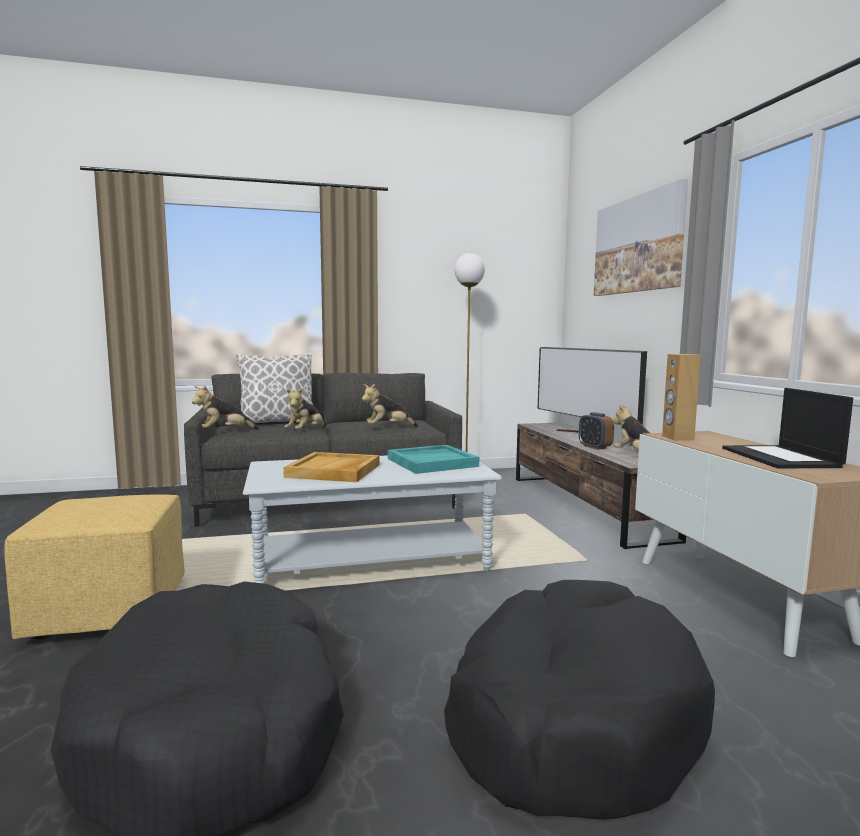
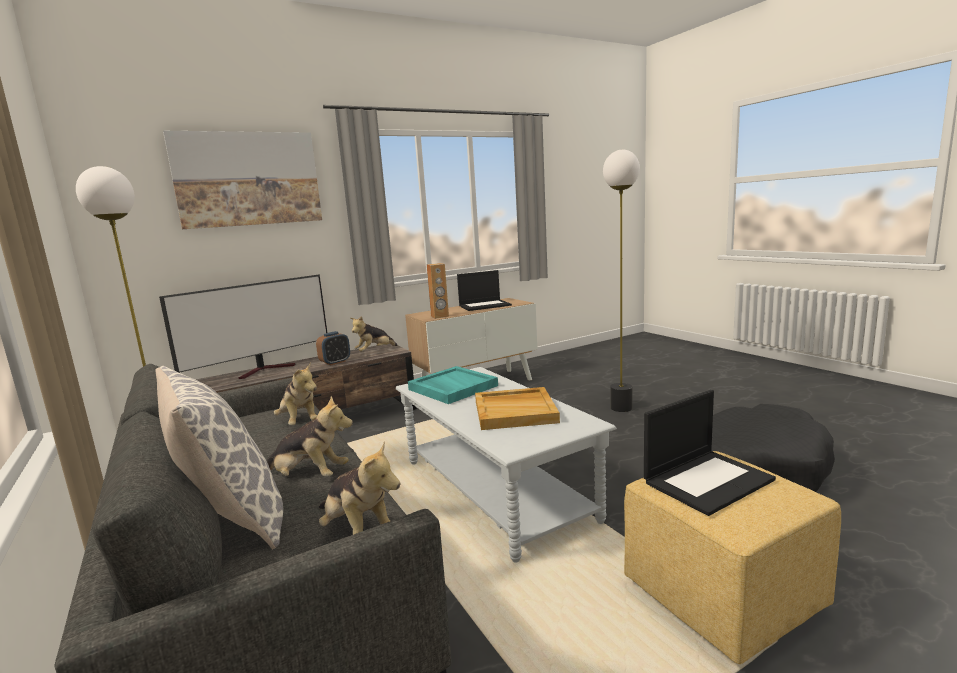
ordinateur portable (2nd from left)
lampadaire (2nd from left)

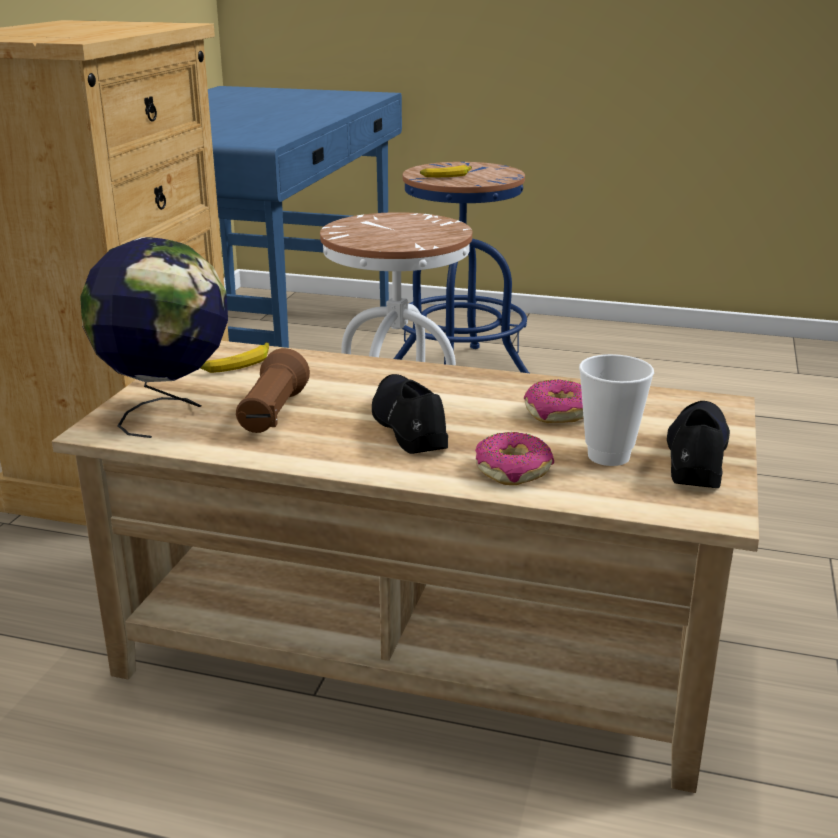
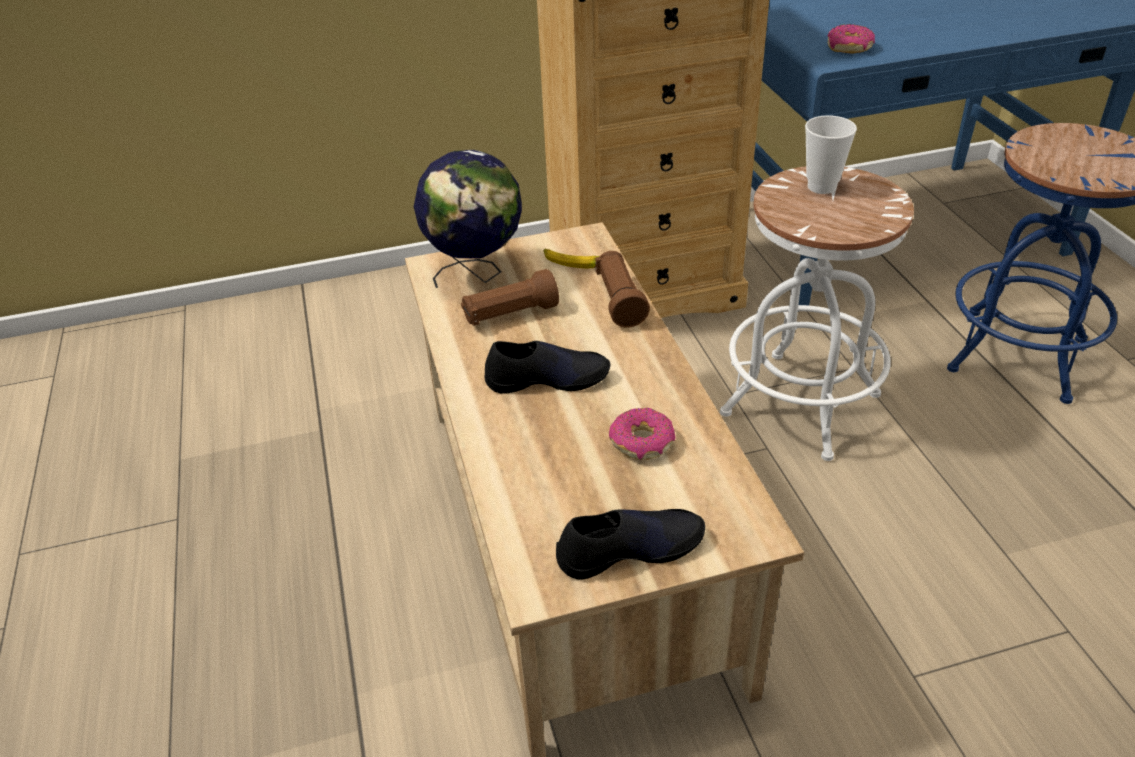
banane (2nd from left in the first image)
lampe de poche [marron] (2nd from left)
beignet (2nd from left)
tasse
chaussure [noir] (1st from left)

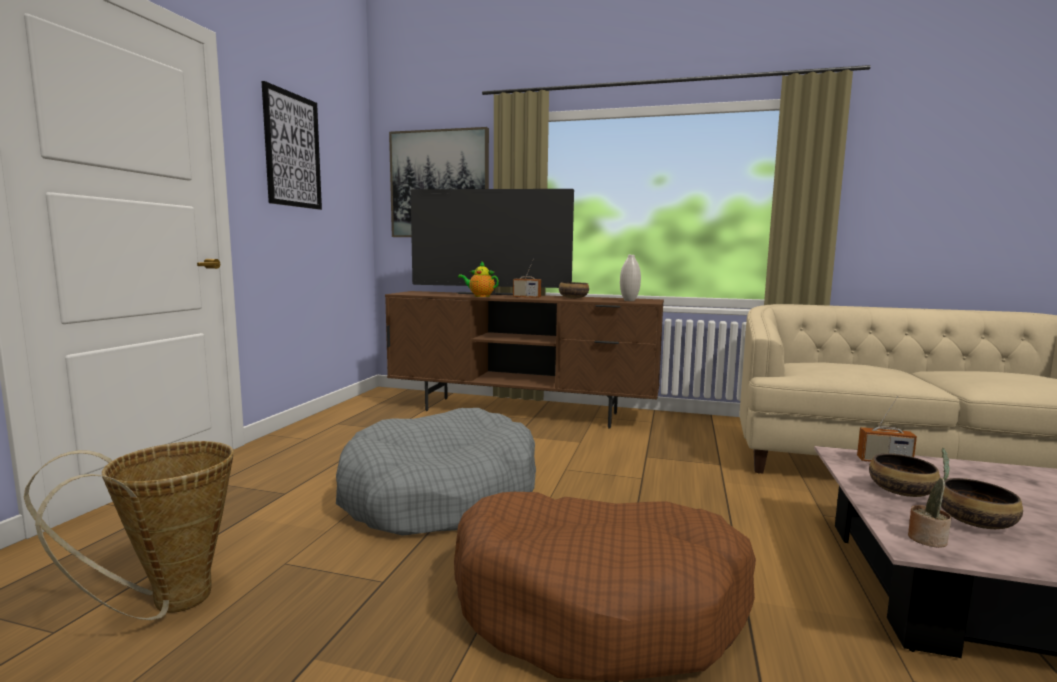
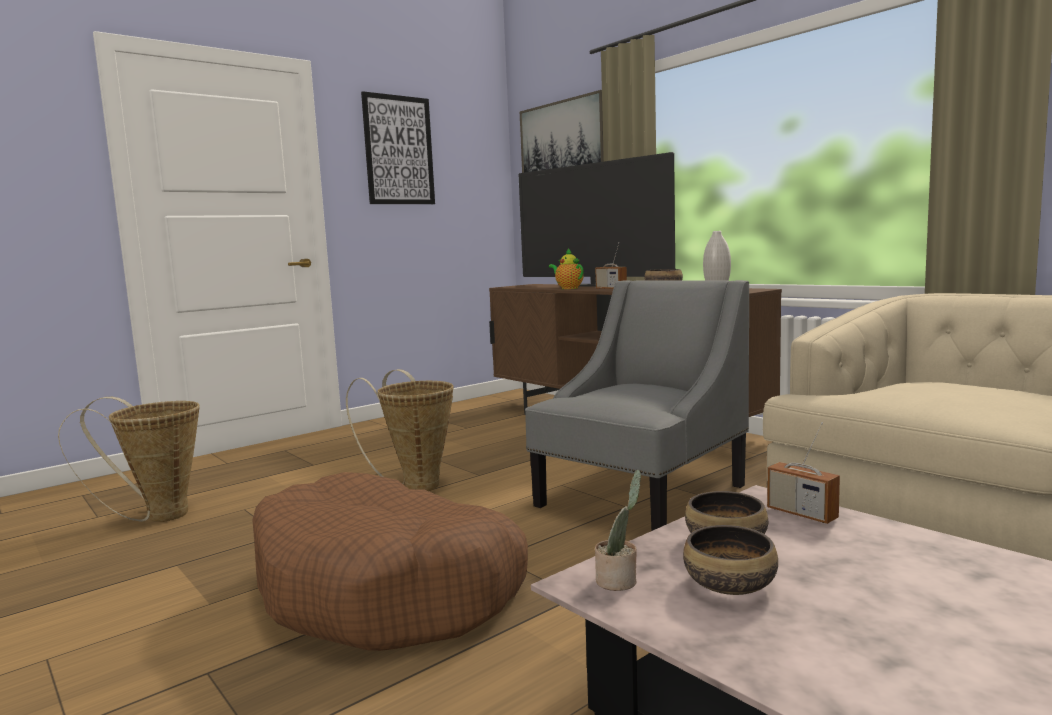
fauteuil [gris]
panier (2nd from left)

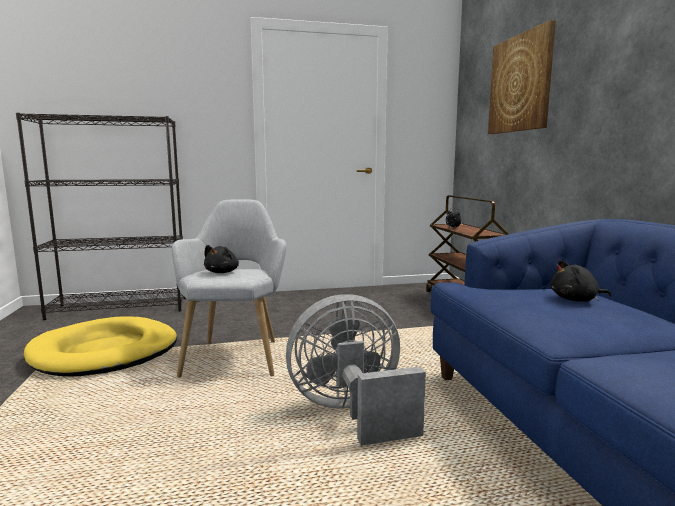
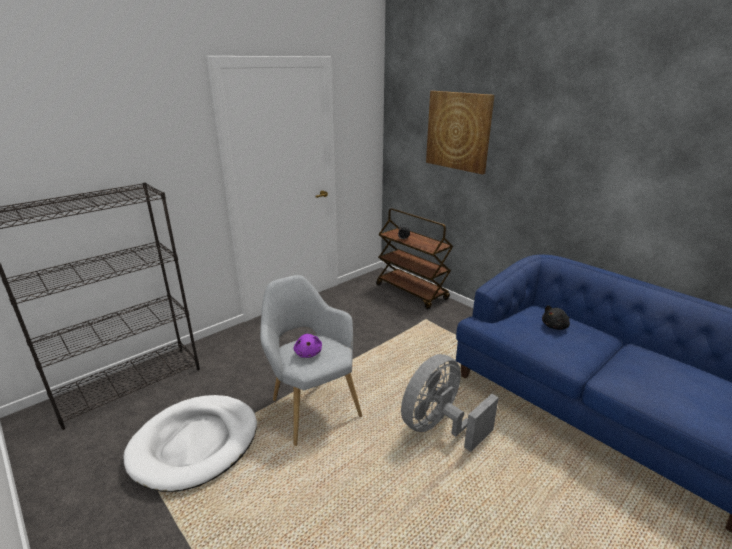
panier pour chien [blanc]
peluche [violet]

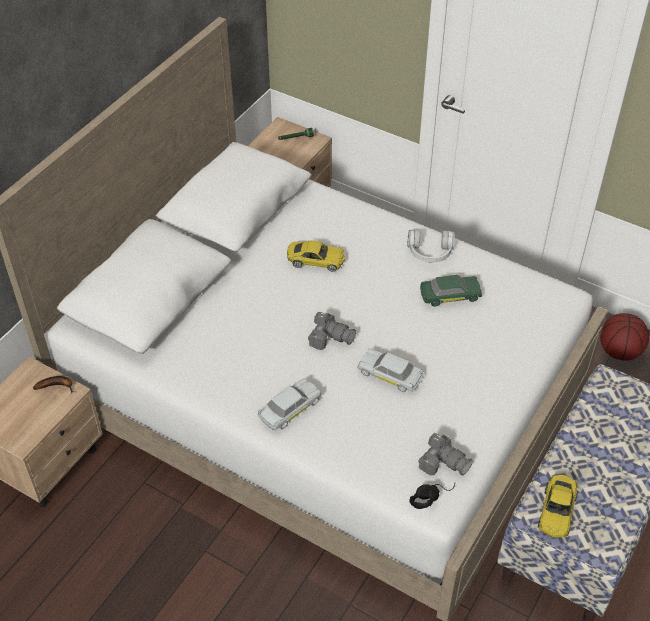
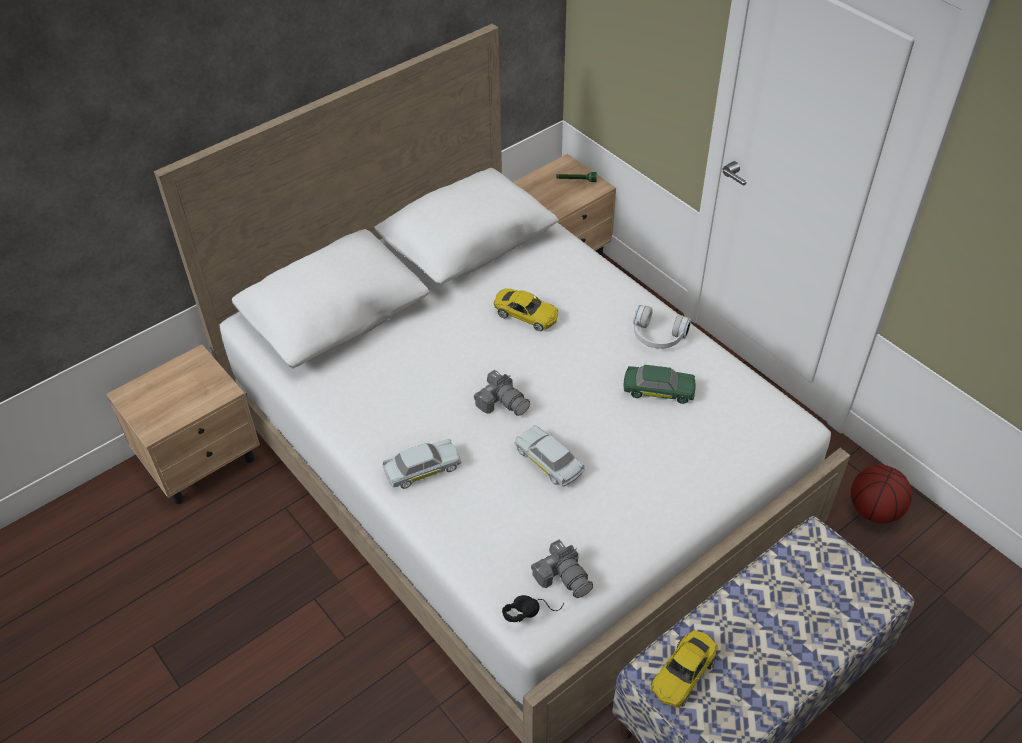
banane

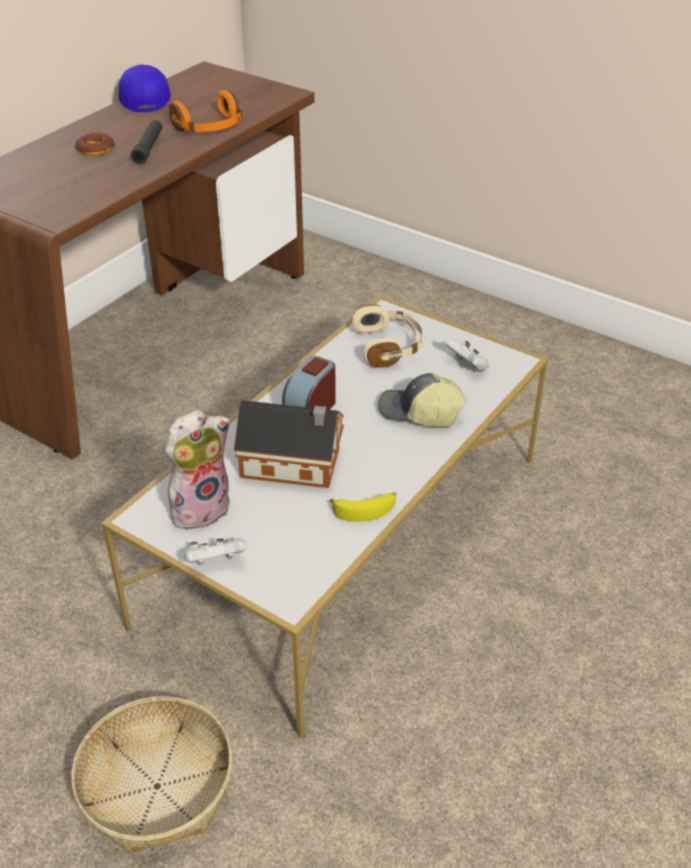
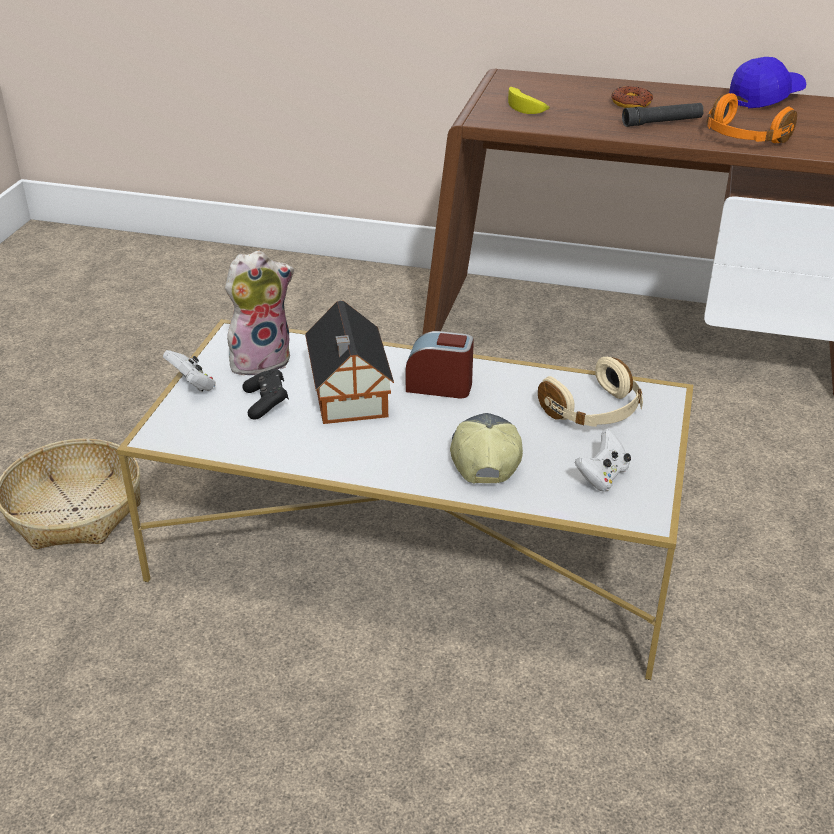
manette [noir]
banane
peluche

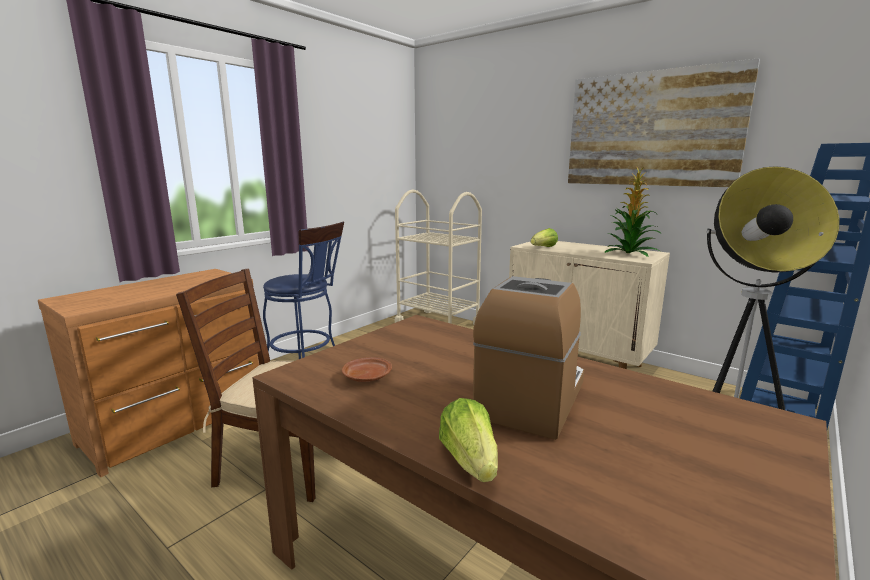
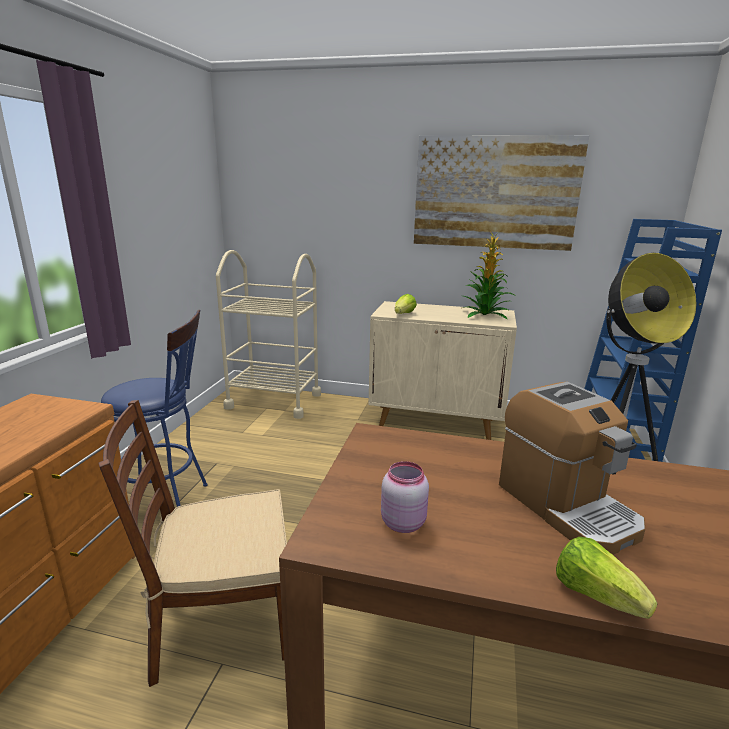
bocal [rose]
machine à café

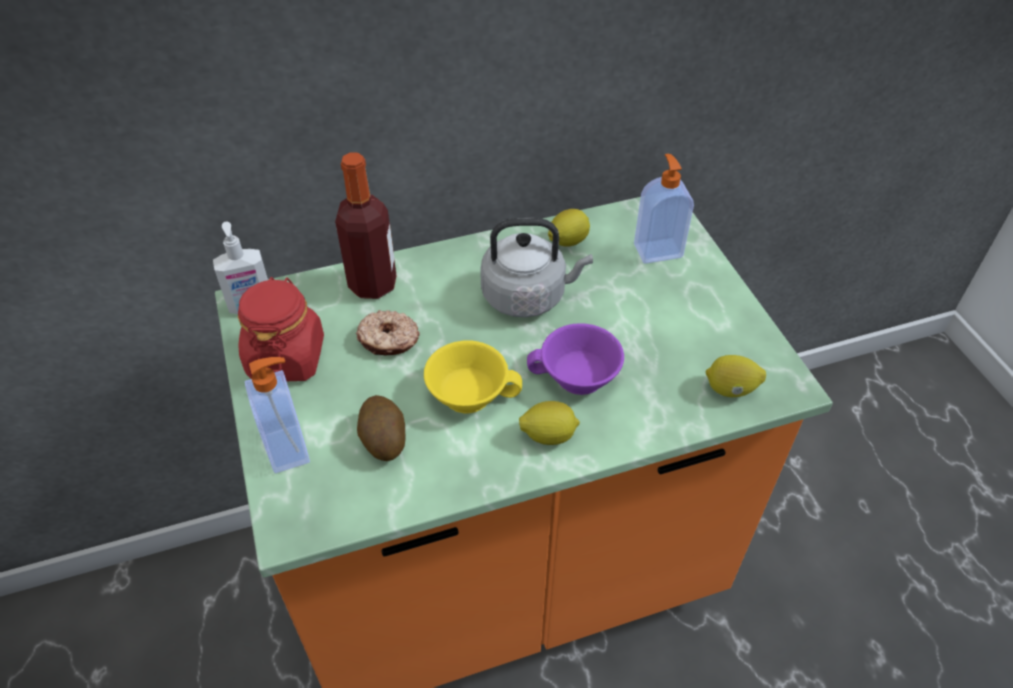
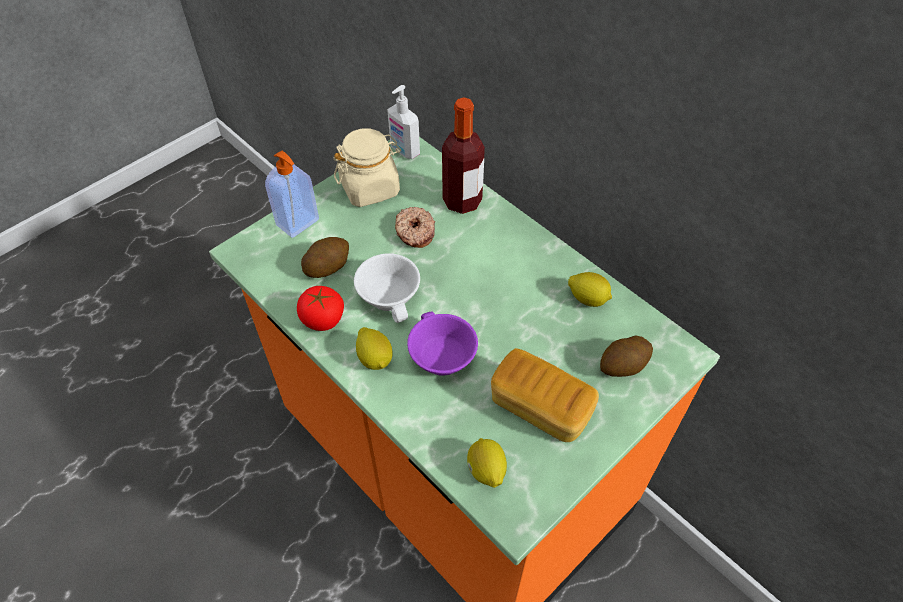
bouilloire [gris]
tomate
pain
pomme de terre (2nd from left)
bocal [beige]
tasse [blanc]

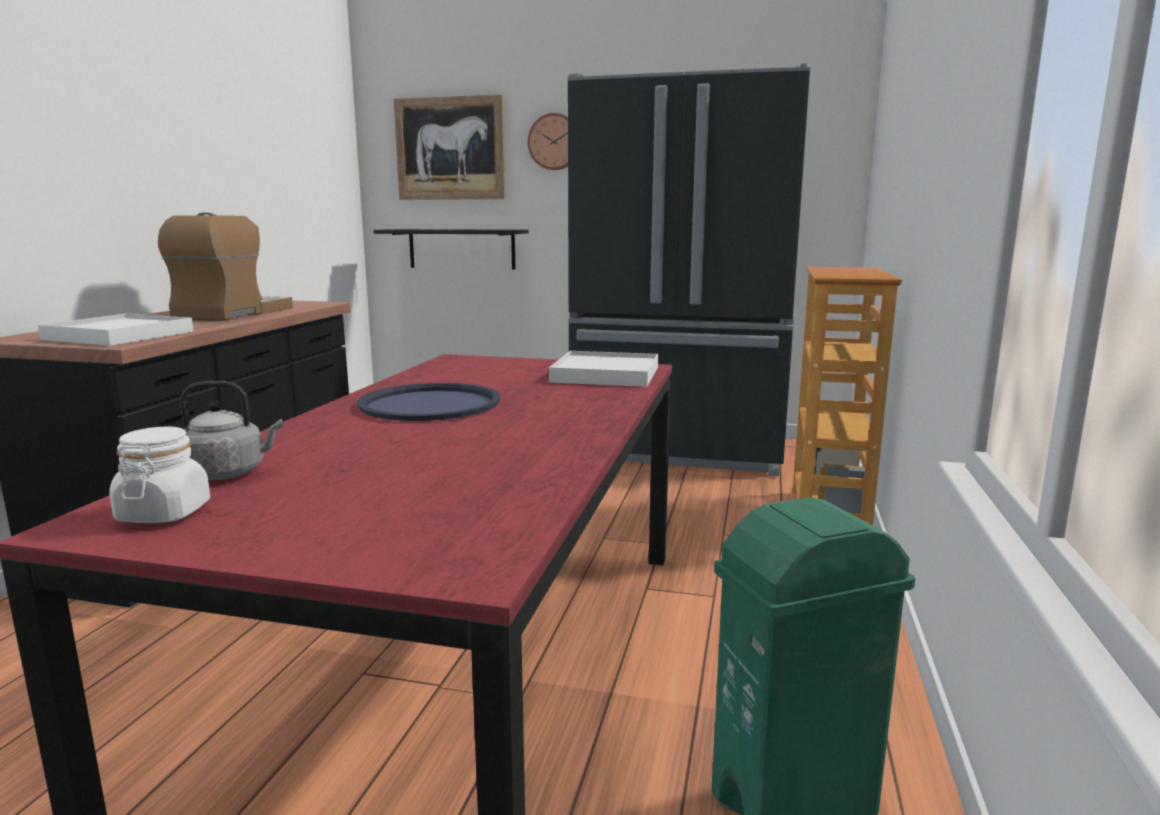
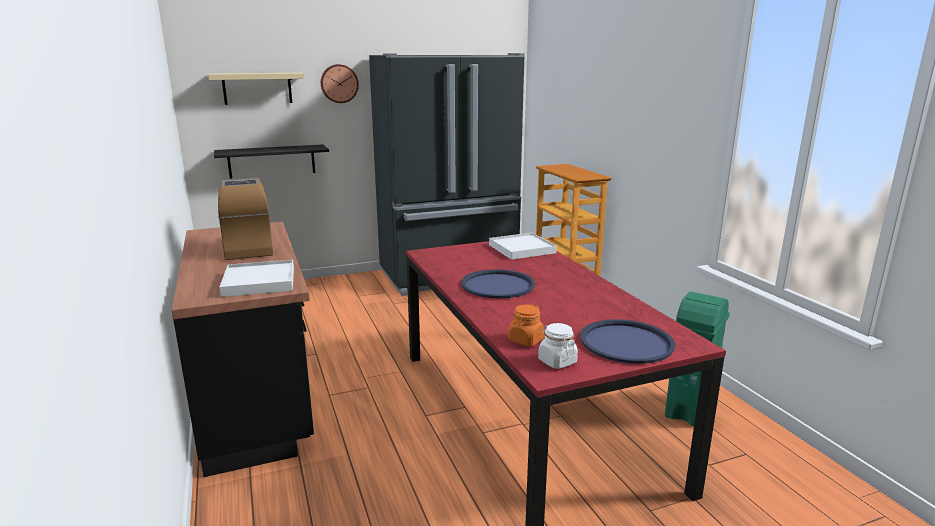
plateau [bleu] (2nd from left)
bocal [orange]
étagère [beige]

